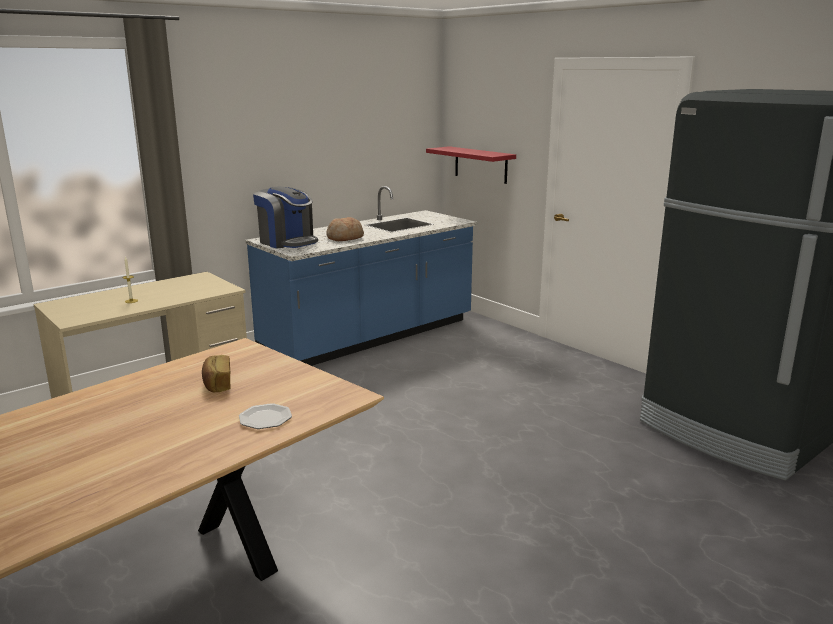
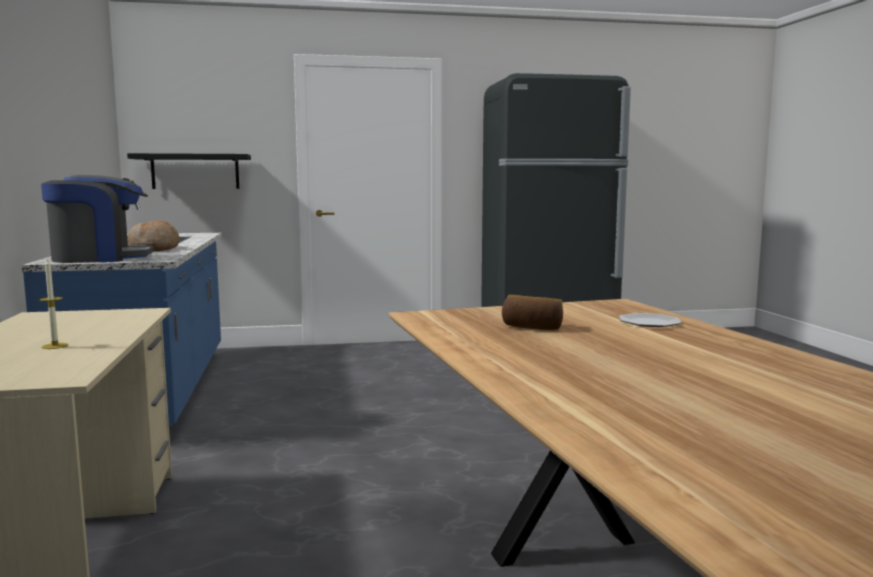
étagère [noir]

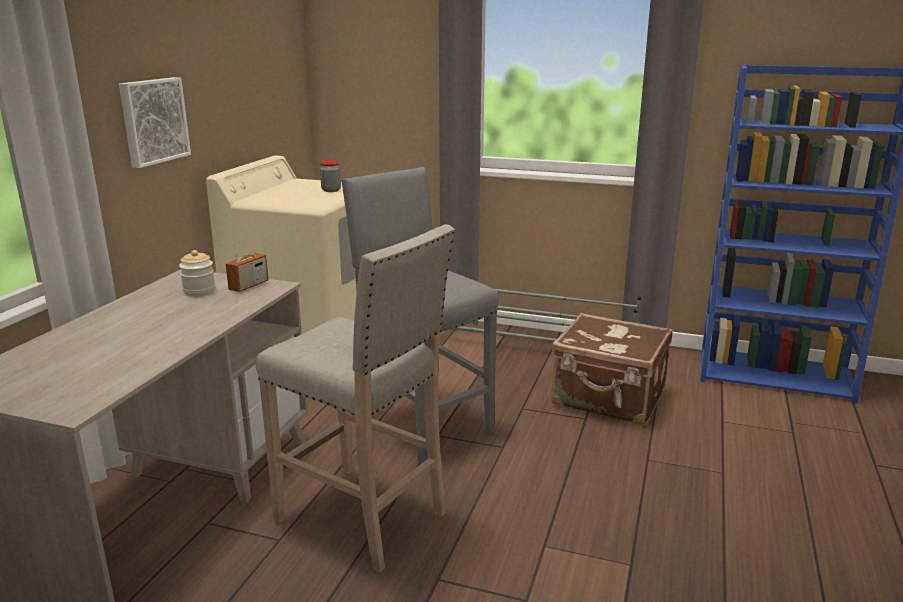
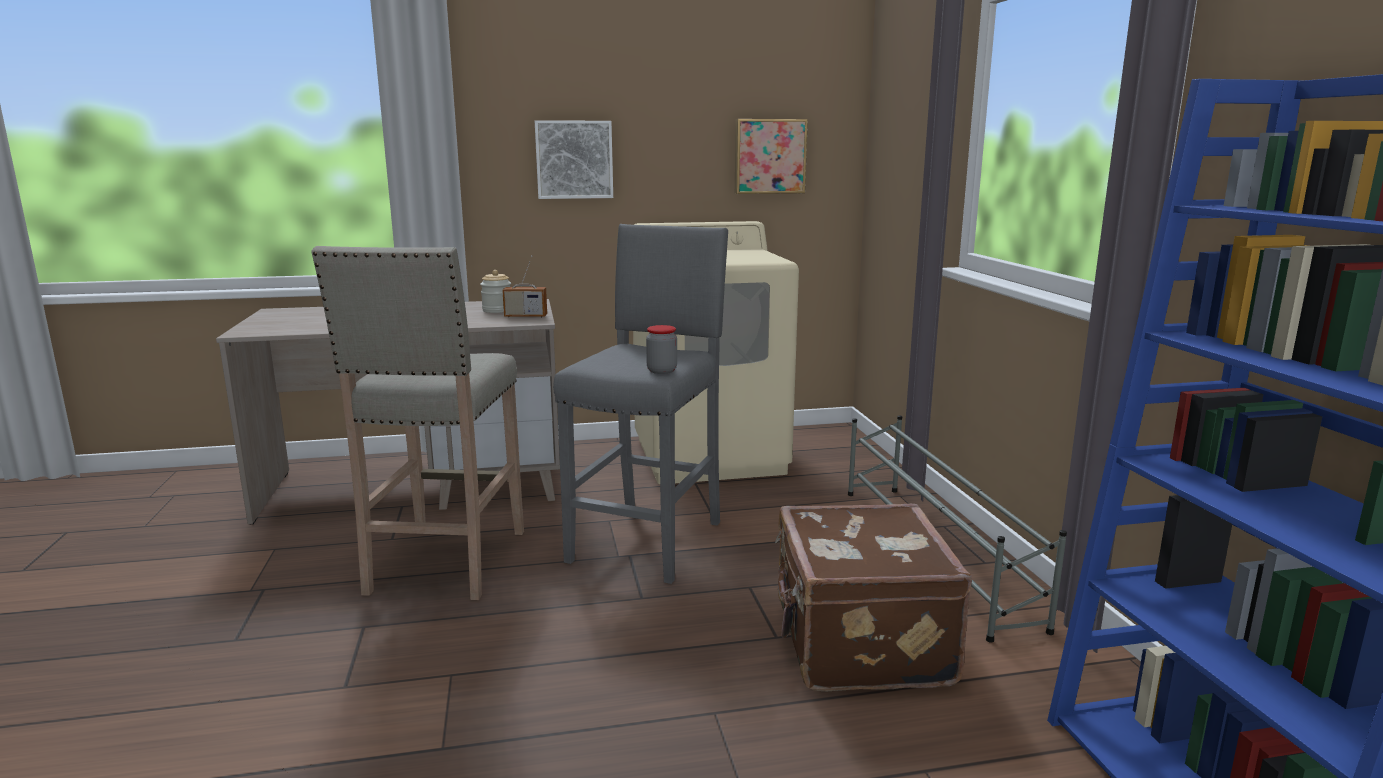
tableau (2nd from left)
bocal (2nd from left)

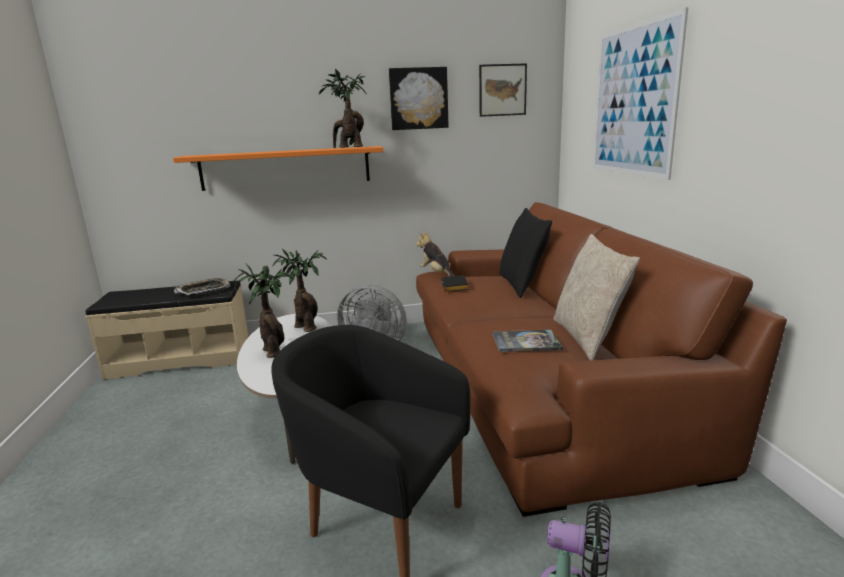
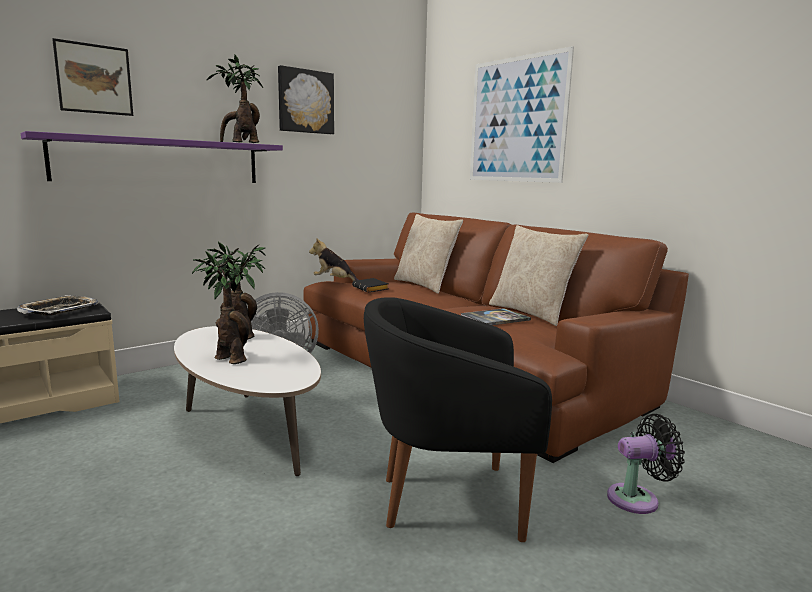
tableau (1st from left)
étagère [violet]
coussin [beige] (1st from left)

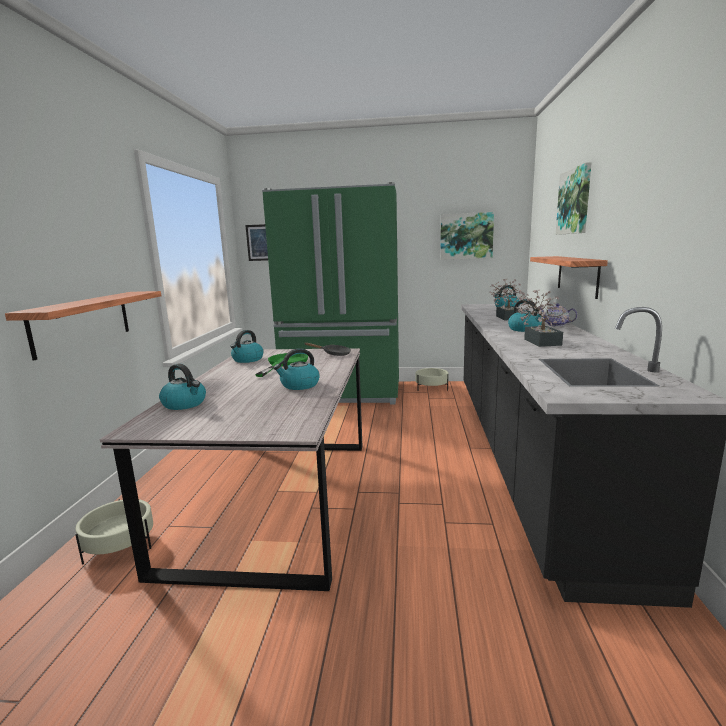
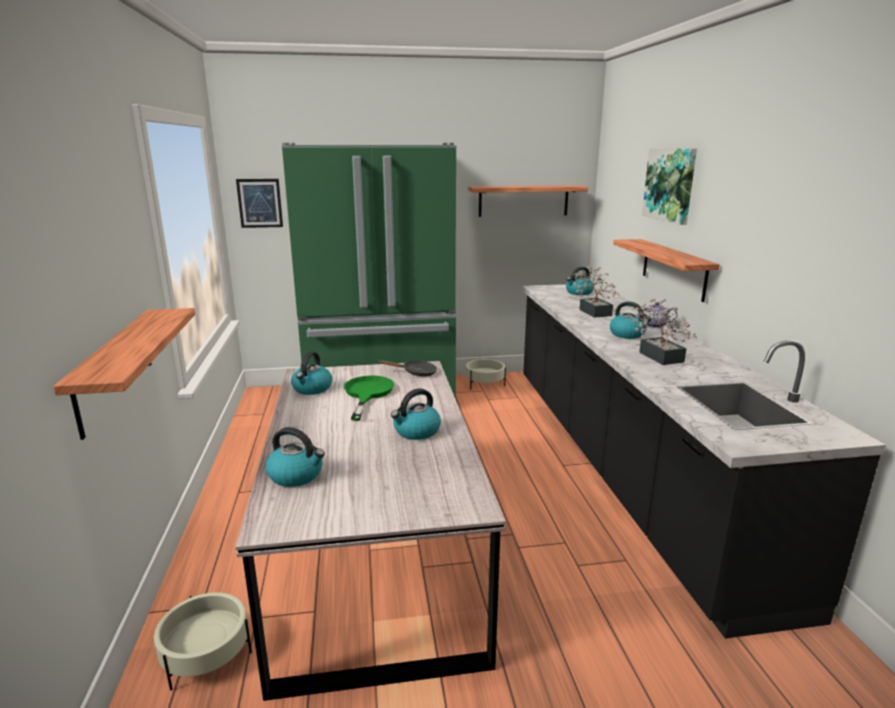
étagère (2nd from left)

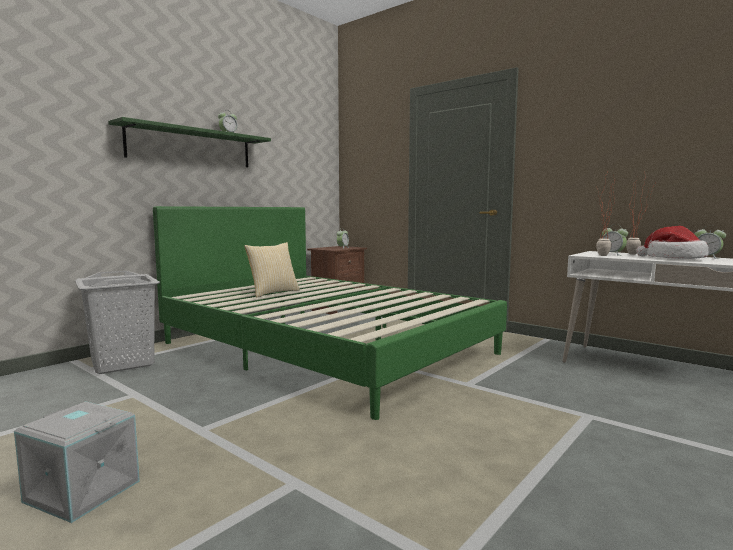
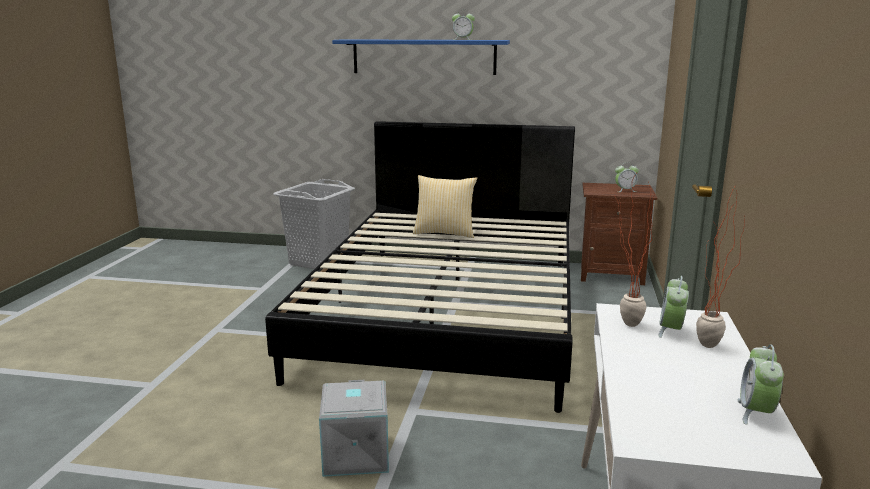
chapeau
boîte de rangement [gris]
étagère [bleu]
lit [noir]

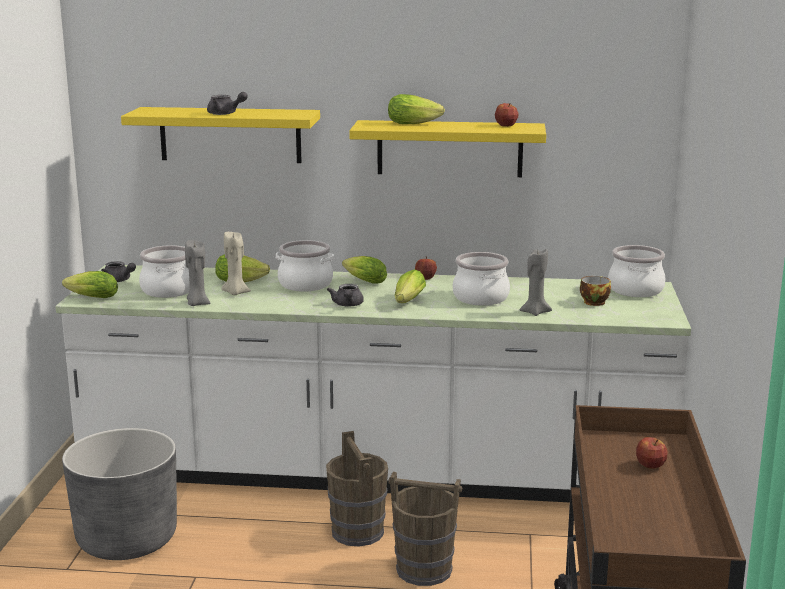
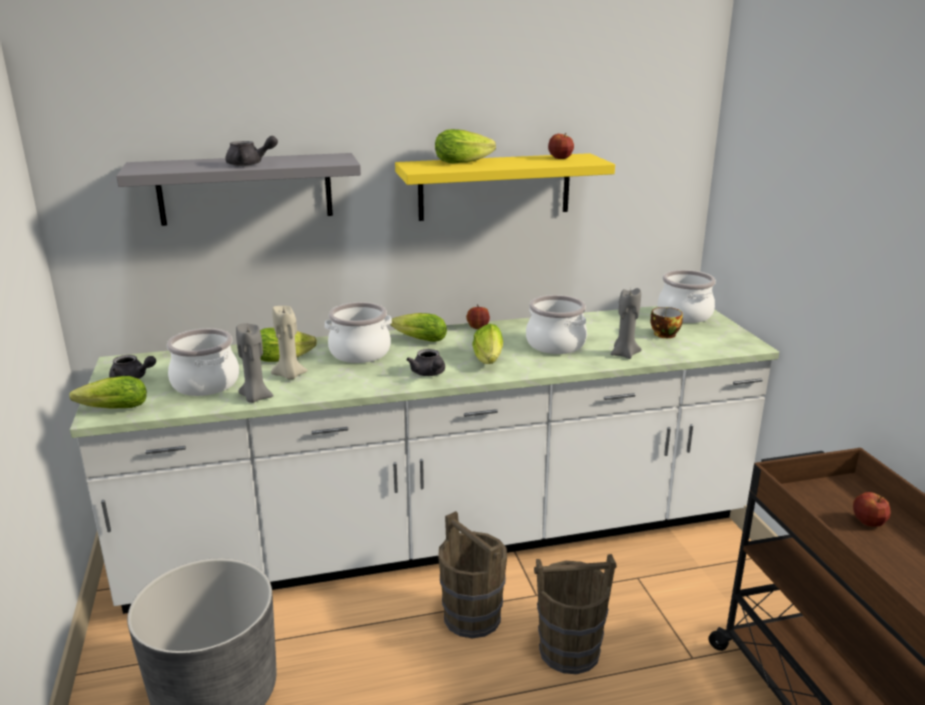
étagère [gris]

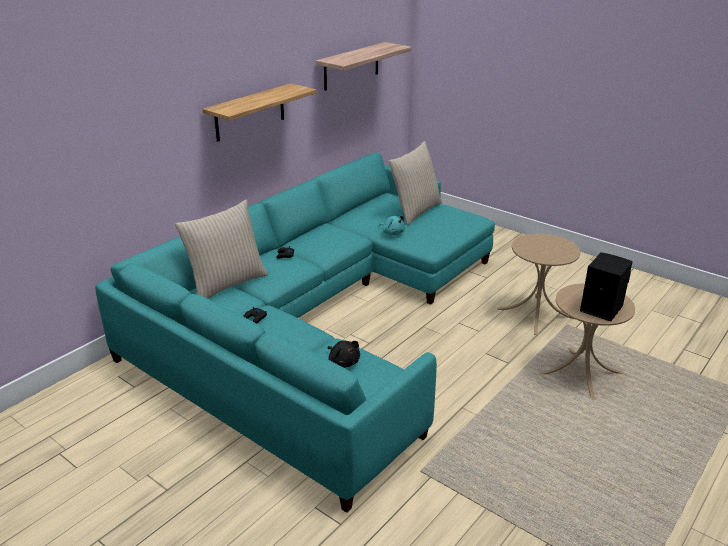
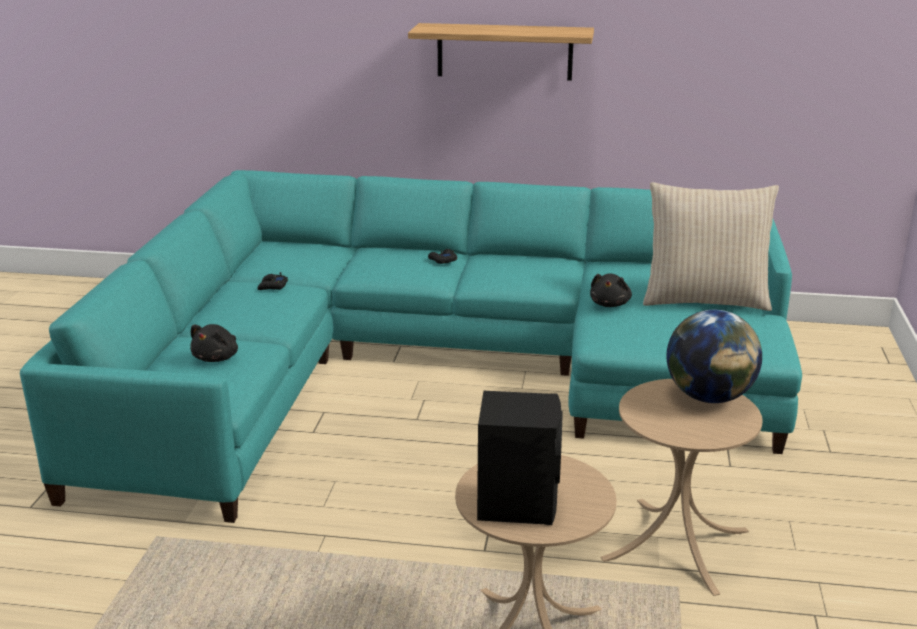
coussin [beige] (1st from left in the first image)
étagère (2nd from left in the first image)
globe
peluche [noir] (2nd from left)

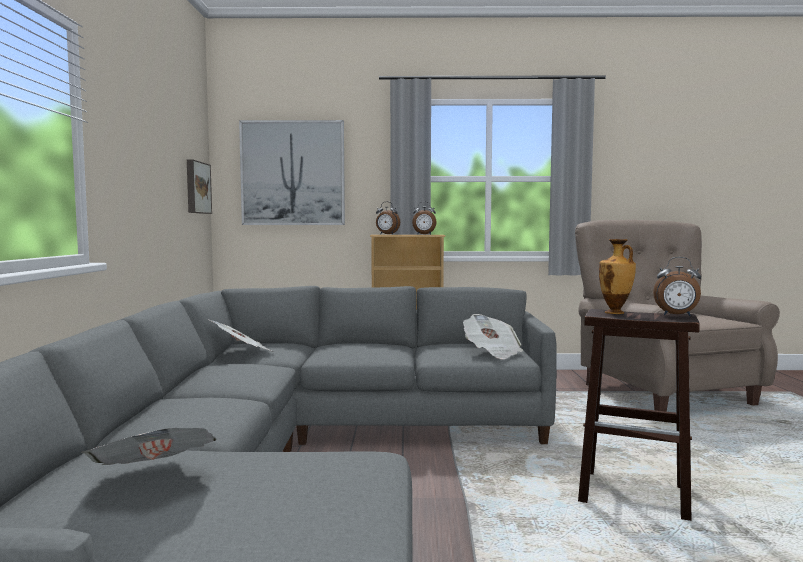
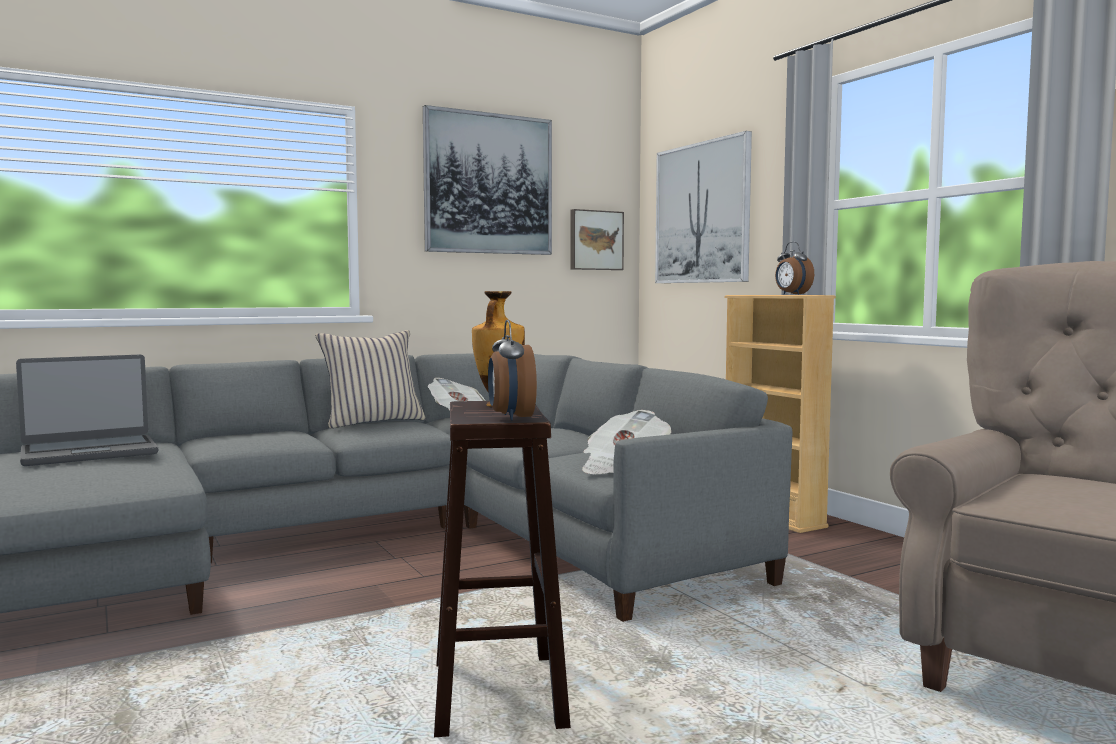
réveil (1st from left in the first image)
coussin [beige]
tableau (1st from left)
ordinateur portable

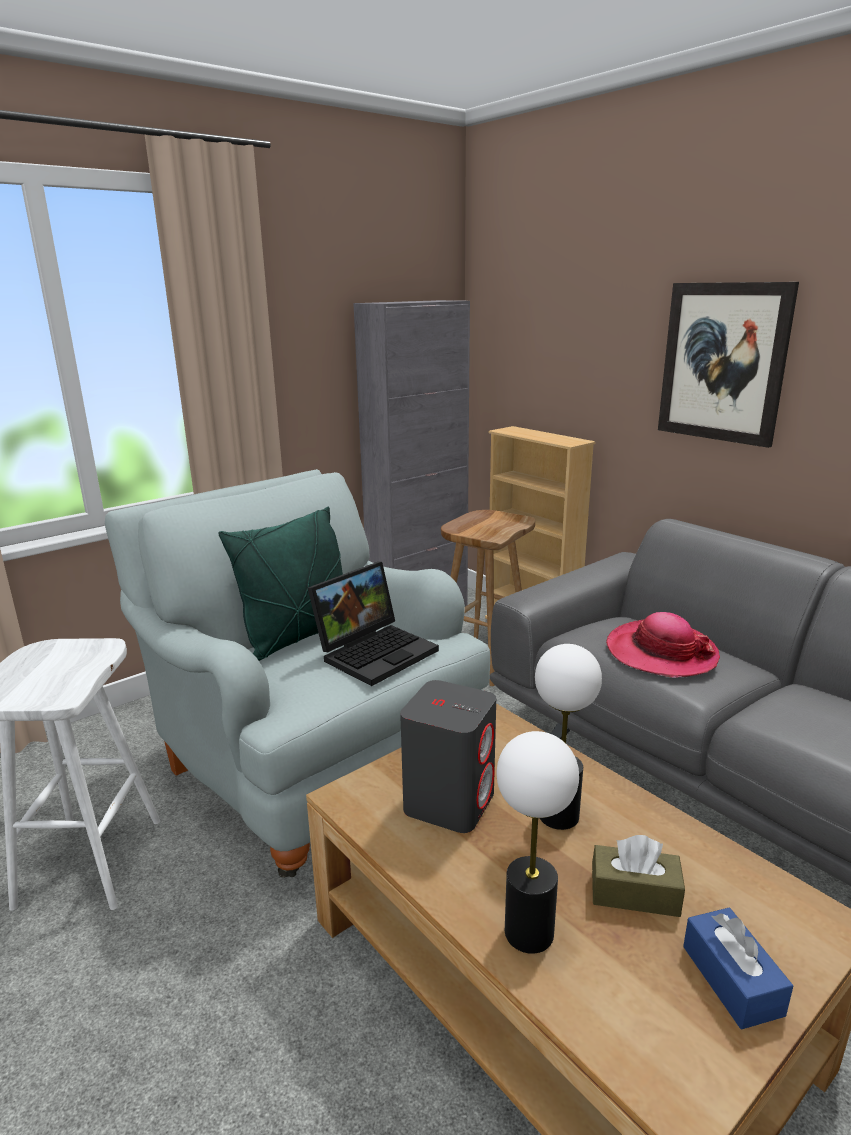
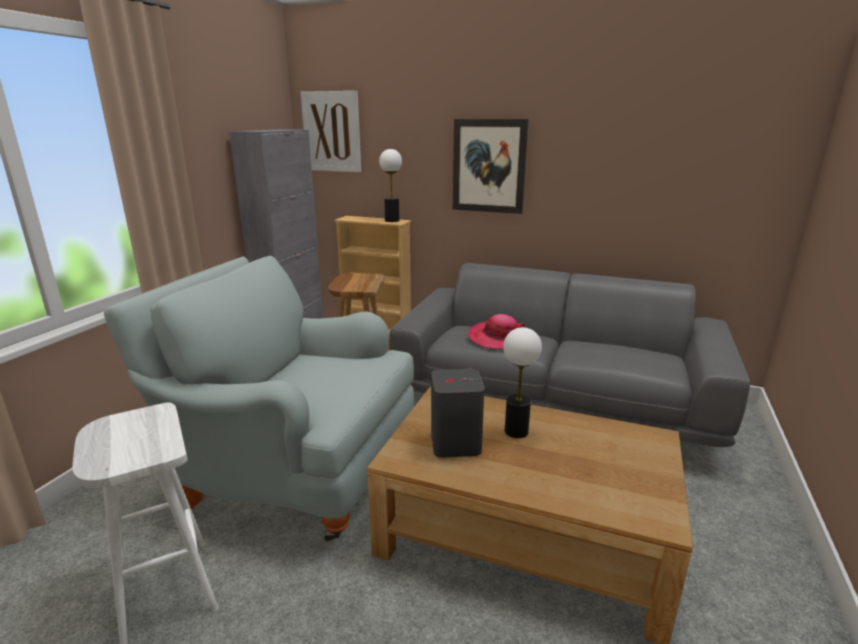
coussin [vert]
ordinateur portable
boîte à mouchoirs [marron]
boîte à mouchoirs [bleu]
tableau (1st from left)
lampe de table (1st from left)

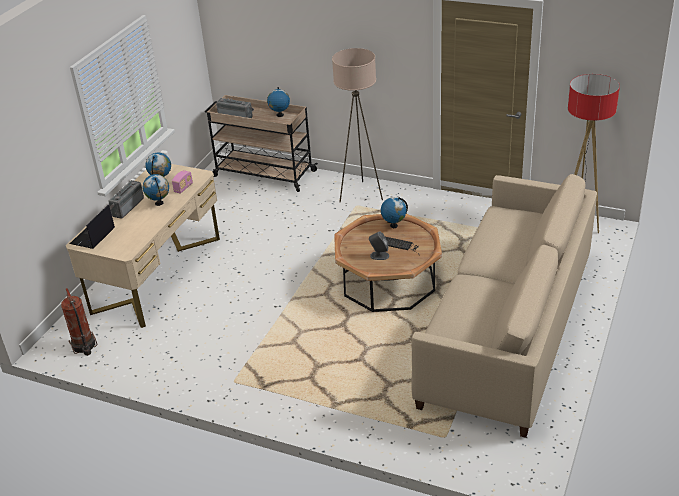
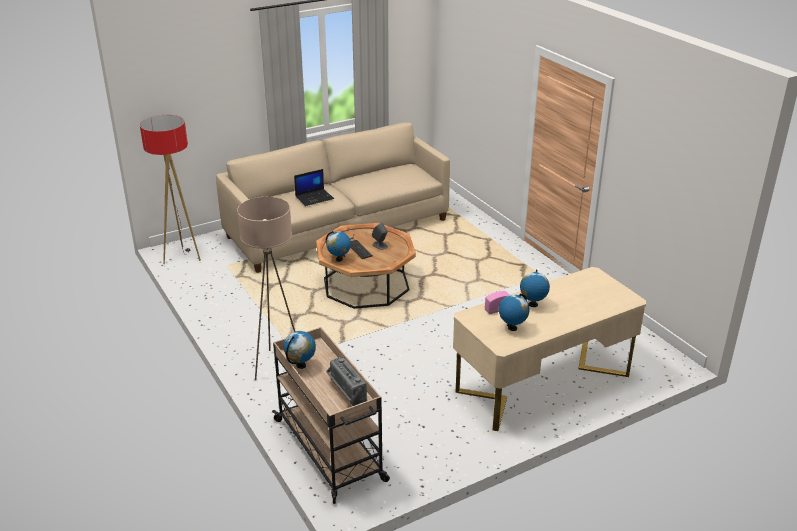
extincteur
radio (1st from left in the first image)
ordinateur portable

